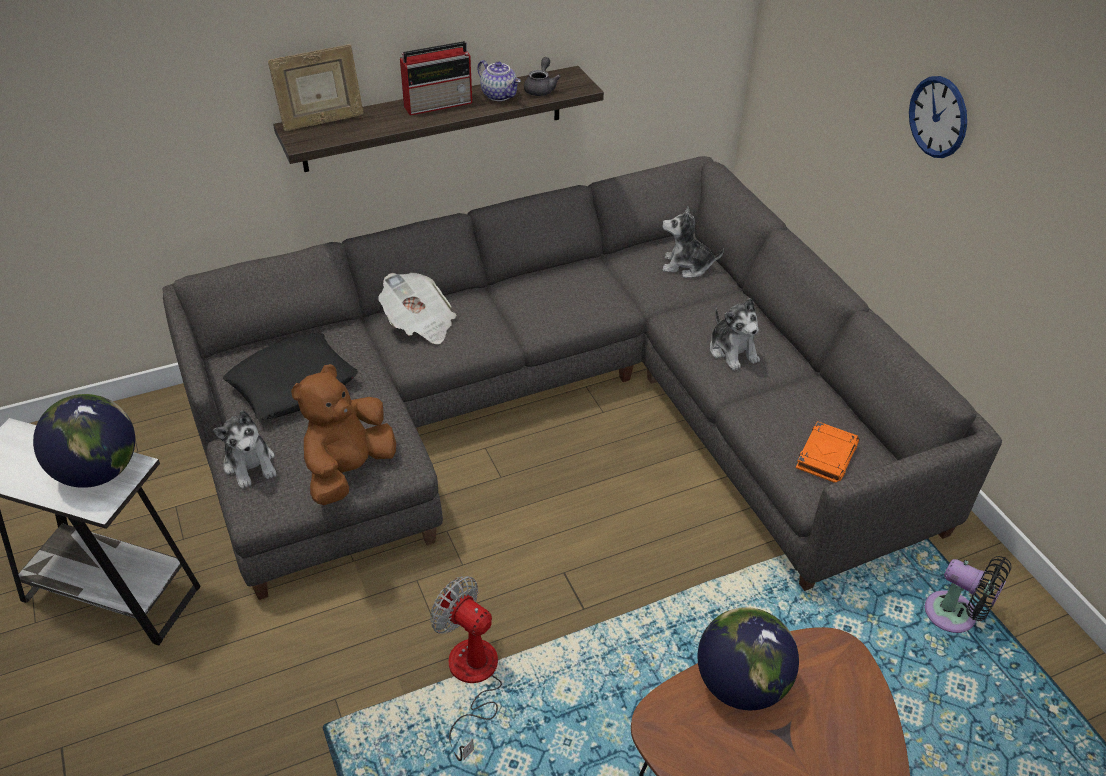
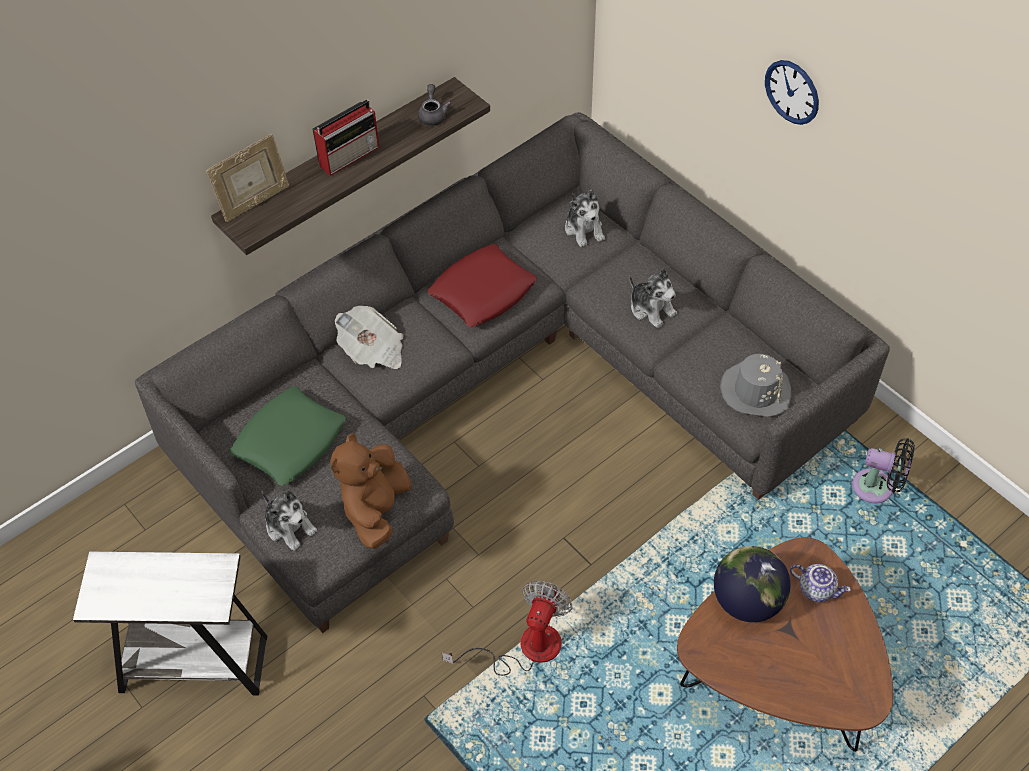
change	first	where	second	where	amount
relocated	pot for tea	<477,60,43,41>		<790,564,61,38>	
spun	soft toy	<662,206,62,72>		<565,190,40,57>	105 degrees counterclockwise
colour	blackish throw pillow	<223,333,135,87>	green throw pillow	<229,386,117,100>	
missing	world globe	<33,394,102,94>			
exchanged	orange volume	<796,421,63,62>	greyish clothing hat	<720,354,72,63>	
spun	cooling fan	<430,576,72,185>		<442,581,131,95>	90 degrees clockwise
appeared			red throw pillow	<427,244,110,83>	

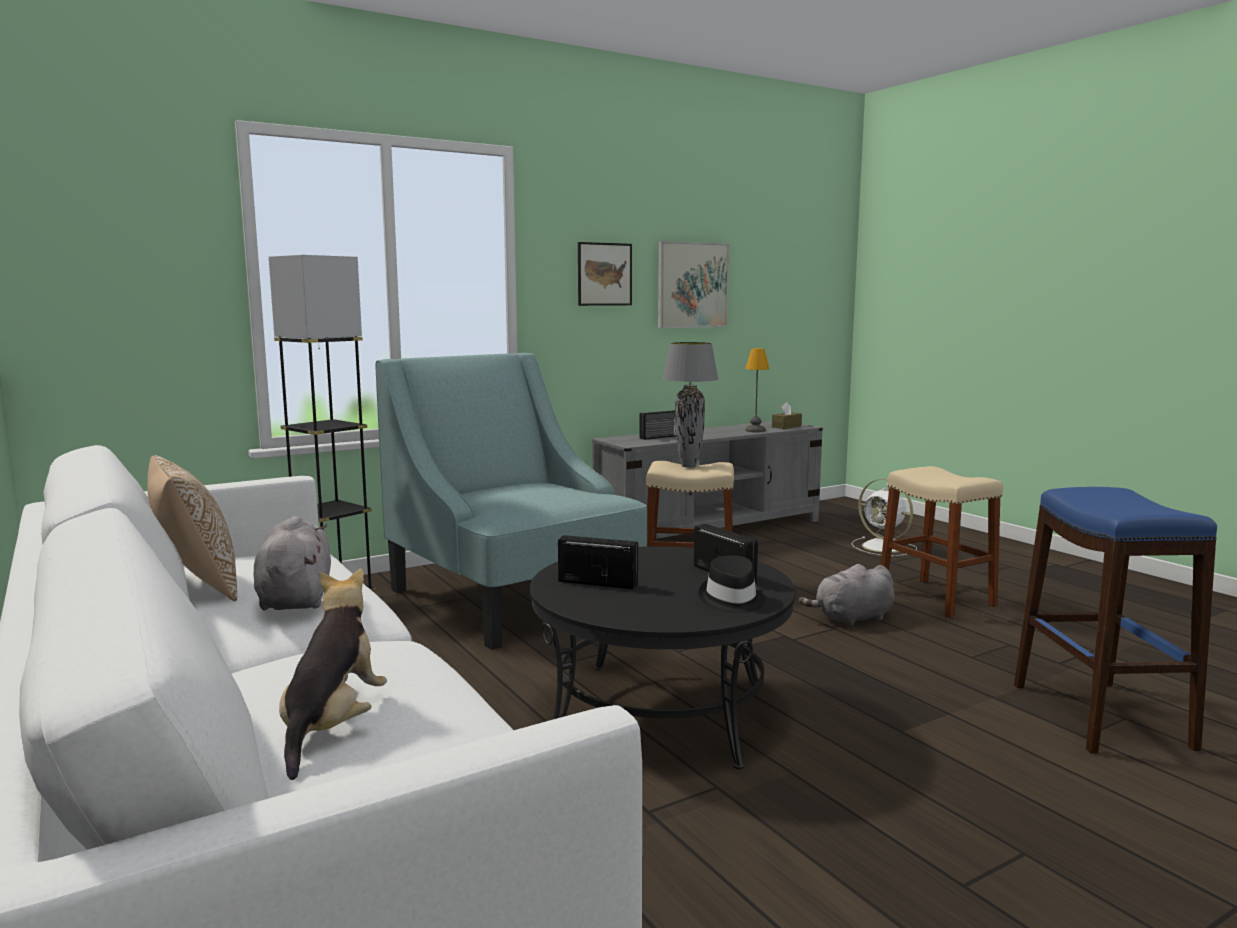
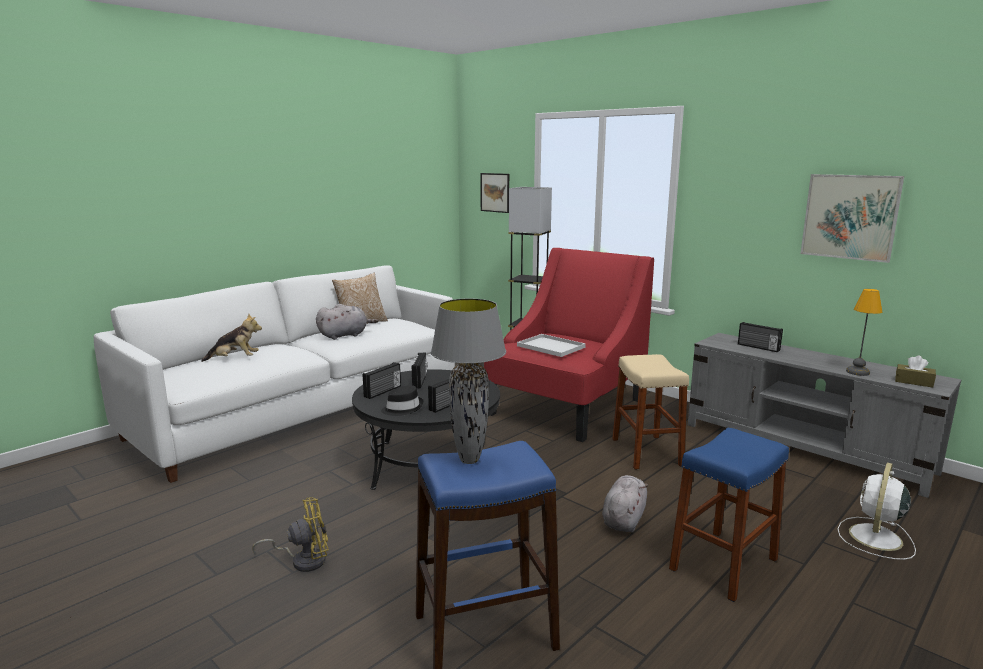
change	first	where	second	where	amount
relocated	wall picture	<578,242,54,64>		<480,173,29,40>	
relocated	greyish table lamp	<662,342,56,126>		<431,299,75,165>	
colour	blue-green lounge chair	<375,353,272,297>	red lounge chair	<484,248,170,194>	
colour	beige stool	<881,466,122,152>	bluish stool	<669,428,120,174>	
spun	greyish soft toy	<799,564,95,63>		<602,475,46,57>	60 degrees clockwise
appeared			white tray	<517,334,69,23>	
appeared			radio set	<363,362,38,37>	
appeared			yellow cooling fan	<252,497,77,75>	

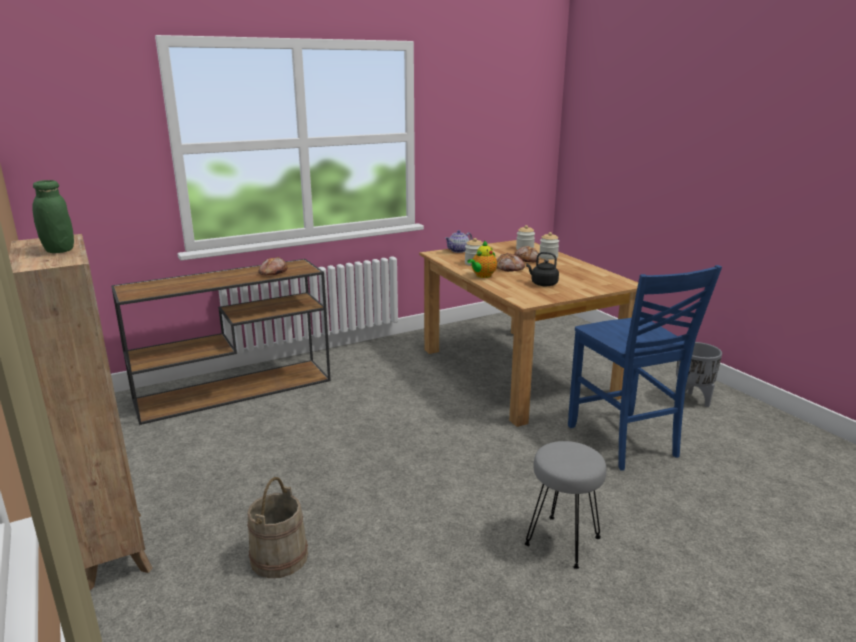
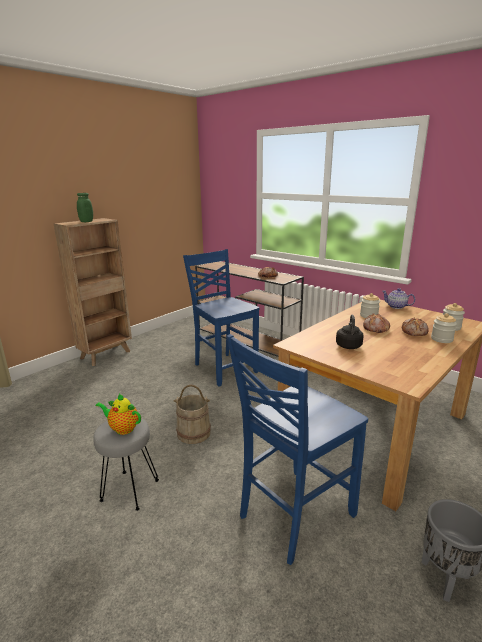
change	first	where	second	where	amount
relocated	pot for tea	<467,240,30,38>		<95,393,46,42>	
relocated	beige pail	<247,477,61,101>		<173,385,38,59>	
appeared			bluish plain chair	<183,249,77,138>	

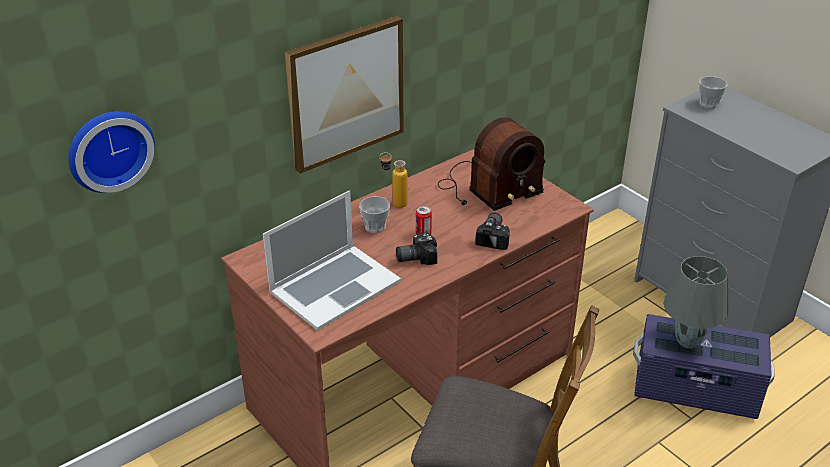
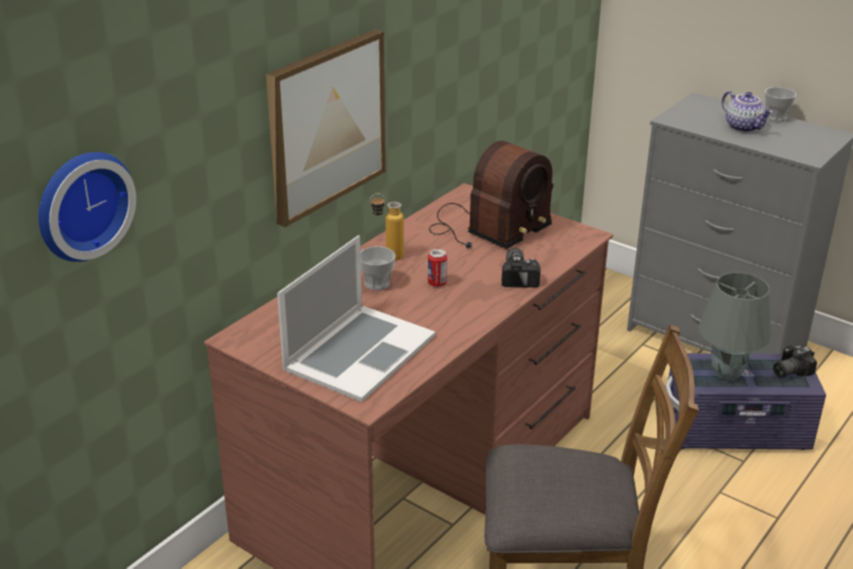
change	first	where	second	where	amount
relocated	cup	<699,76,28,33>		<764,87,33,35>	
relocated	still camera	<396,232,41,33>		<773,344,44,34>	
appeared			pot for tea	<722,91,51,41>	

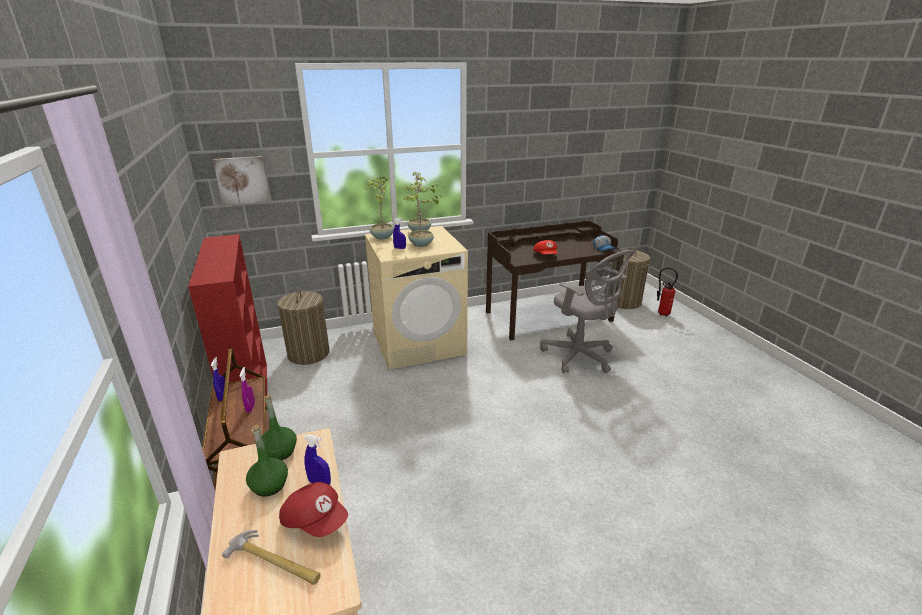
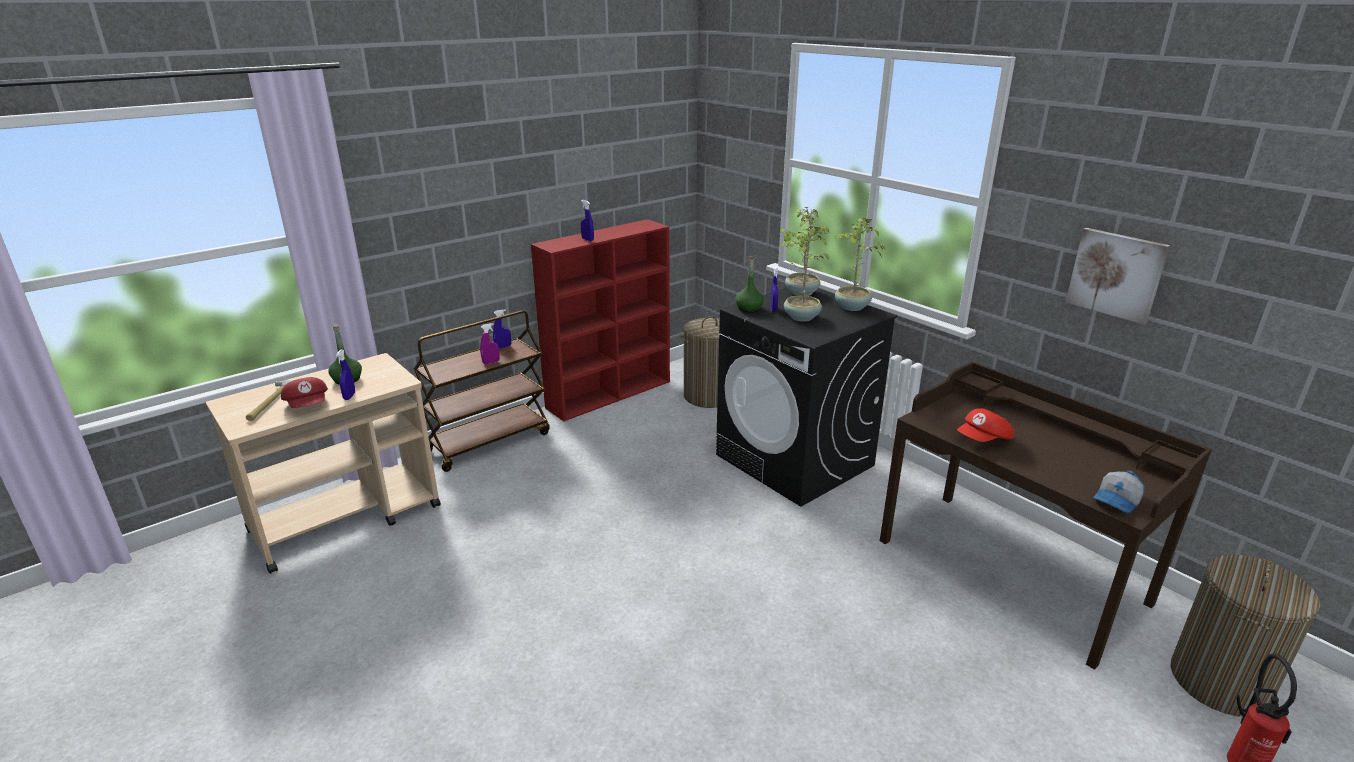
change	first	where	second	where	amount
relocated	wall picture	<213,156,57,49>		<1066,228,104,96>	
colour	beige washing machine	<365,226,103,144>	blackish washing machine	<716,288,181,219>	
missing	greyish office chair	<540,250,95,123>			
relocated	green beverage bottle	<262,395,35,65>		<736,257,28,56>	
spun	red baseball cap	<279,482,69,55>		<281,377,47,31>	45 degrees counterclockwise
appeared			bluish spray bottle	<581,200,13,41>	

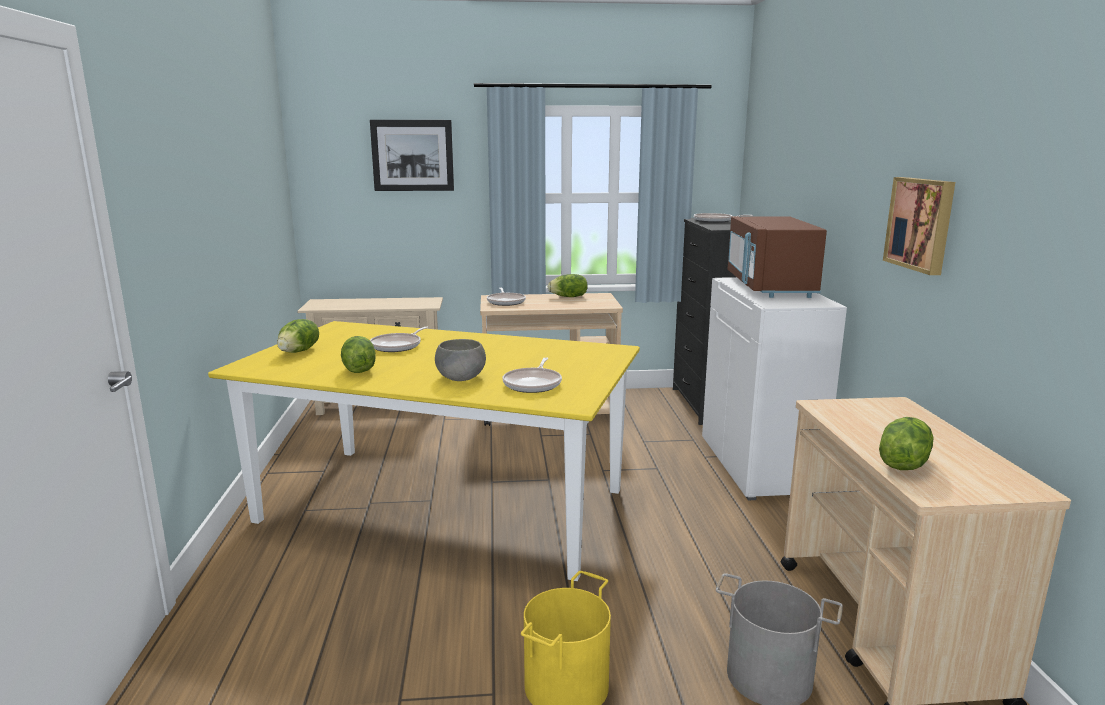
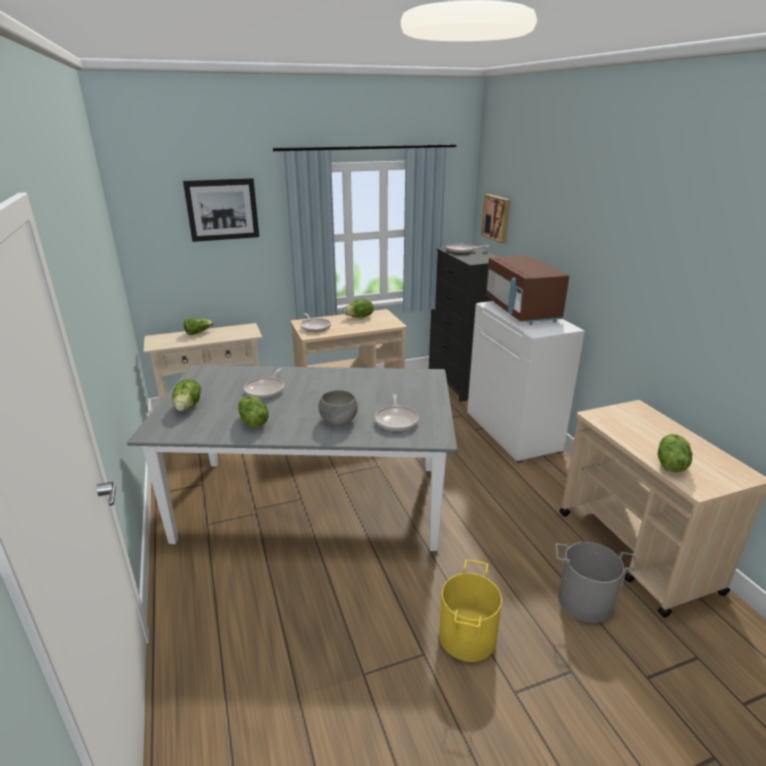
change	first	where	second	where	amount
relocated	wall picture	<883,177,72,98>		<481,194,29,50>	
colour	yellow dining table	<208,321,432,260>	greyish dining table	<127,365,330,186>	
appeared			lettuce head	<184,318,29,17>	

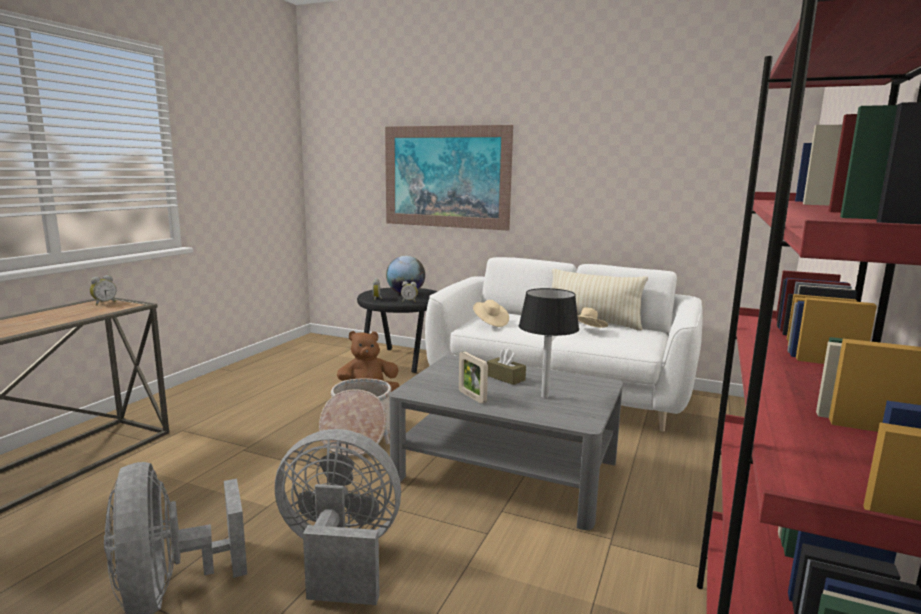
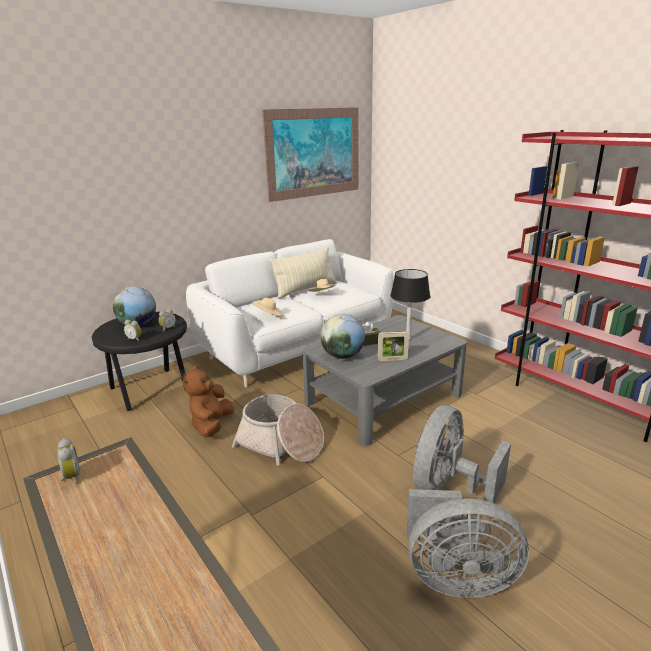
change	first	where	second	where	amount
relocated	wall picture	<385,125,128,106>		<262,107,97,95>	
appeared			world globe	<320,314,45,45>	

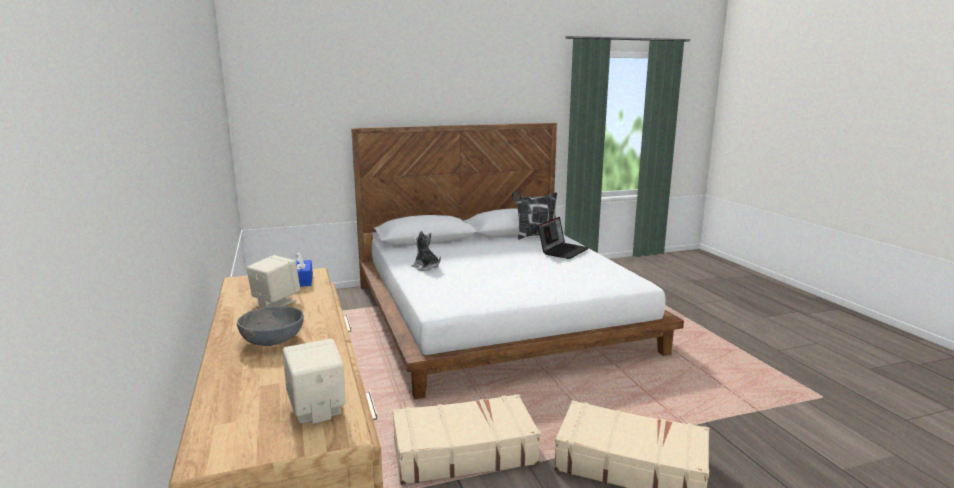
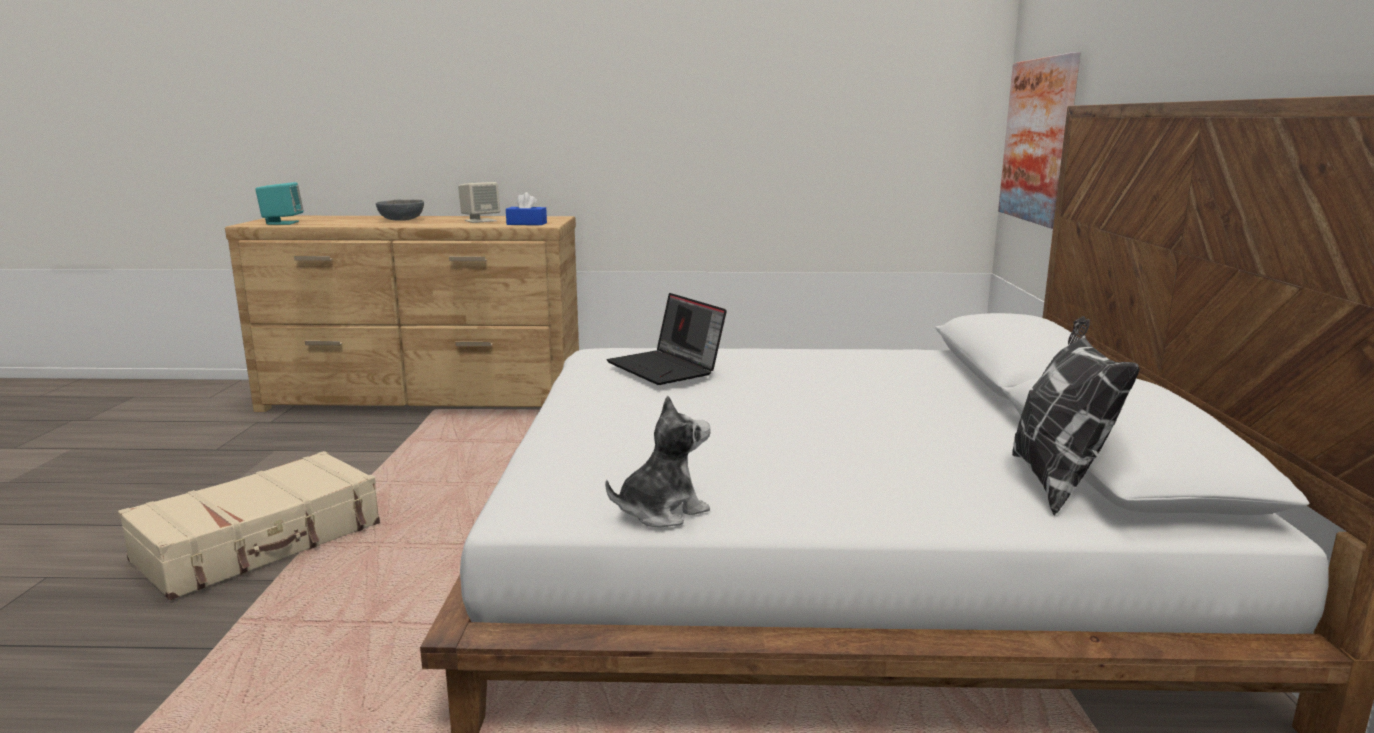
change	first	where	second	where	amount
relocated	laptop	<538,217,51,42>		<607,293,120,92>	
relocated	soft toy	<411,231,30,40>		<605,396,106,131>	
colour	beige loudspeaker	<283,339,63,85>	blue-green loudspeaker	<255,182,49,43>	
missing	beige travel case	<393,394,148,91>			
appeared			wall picture	<998,52,82,177>	

